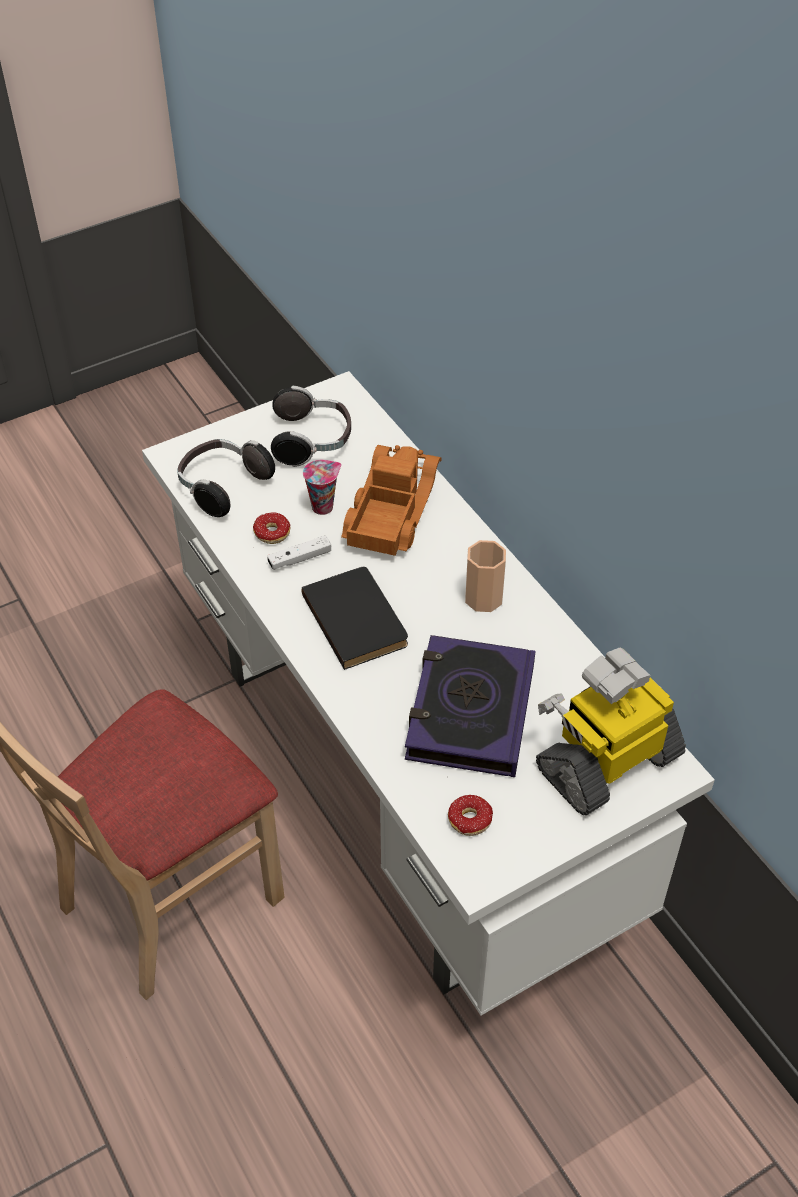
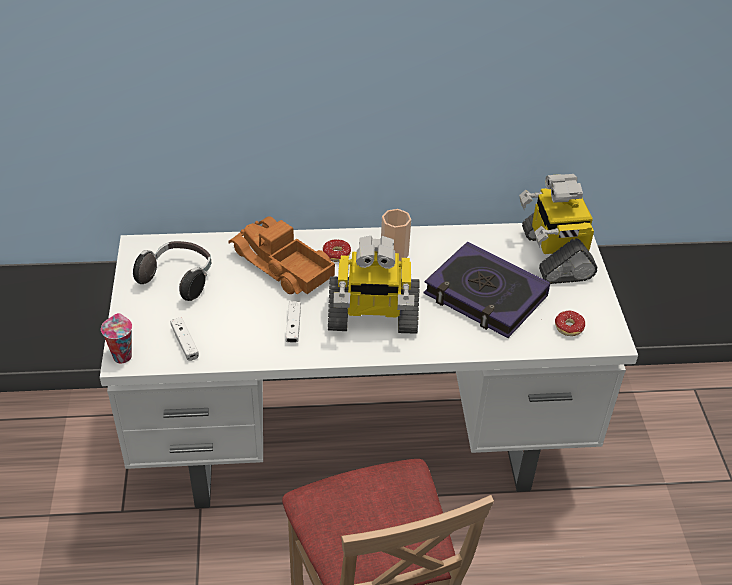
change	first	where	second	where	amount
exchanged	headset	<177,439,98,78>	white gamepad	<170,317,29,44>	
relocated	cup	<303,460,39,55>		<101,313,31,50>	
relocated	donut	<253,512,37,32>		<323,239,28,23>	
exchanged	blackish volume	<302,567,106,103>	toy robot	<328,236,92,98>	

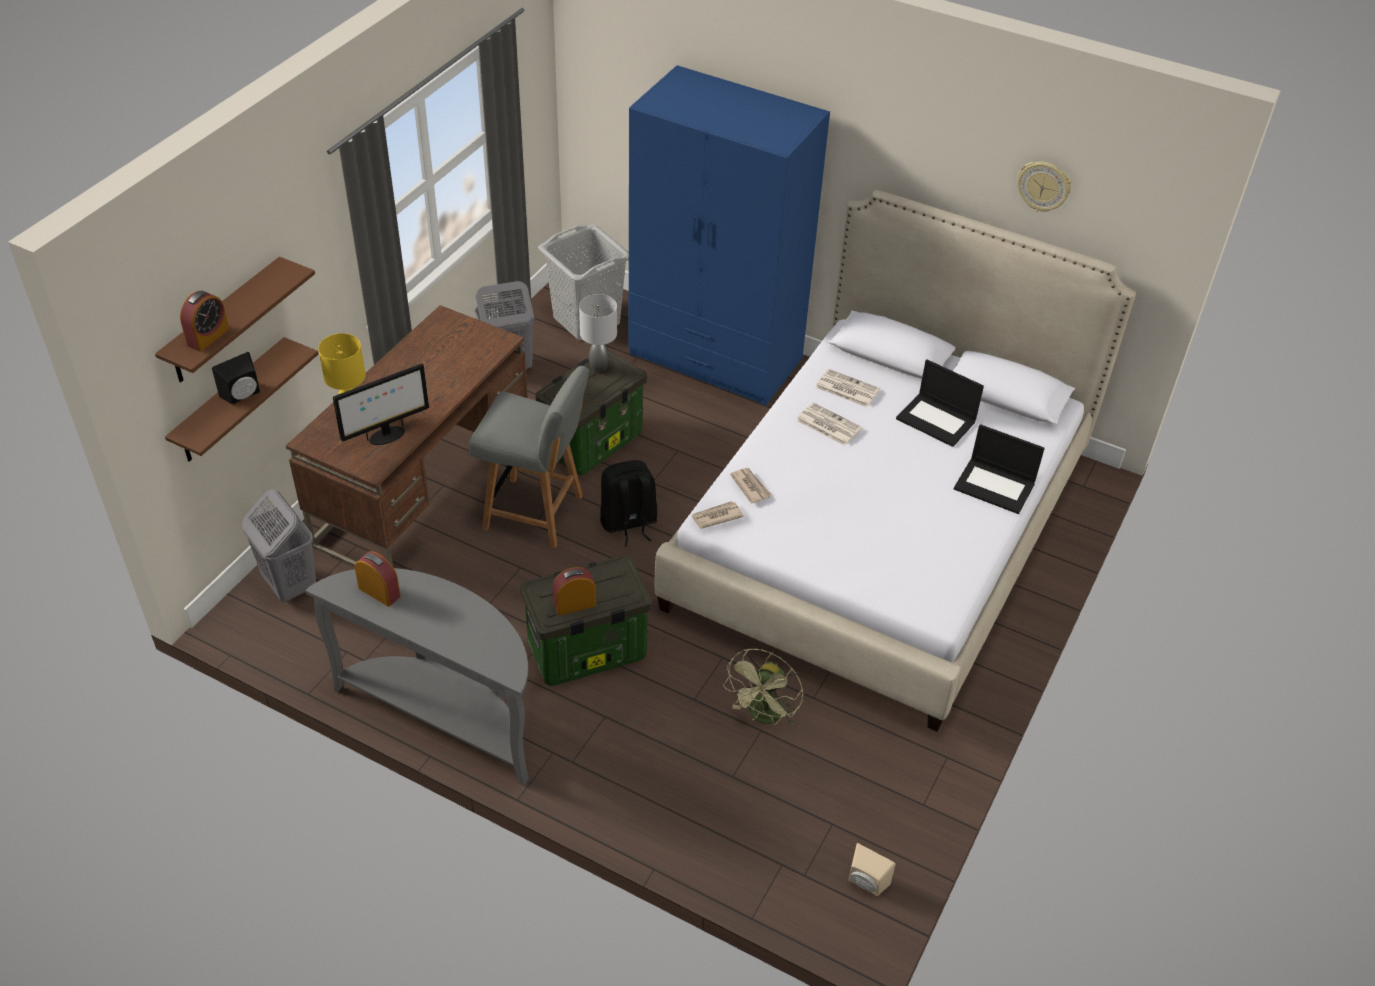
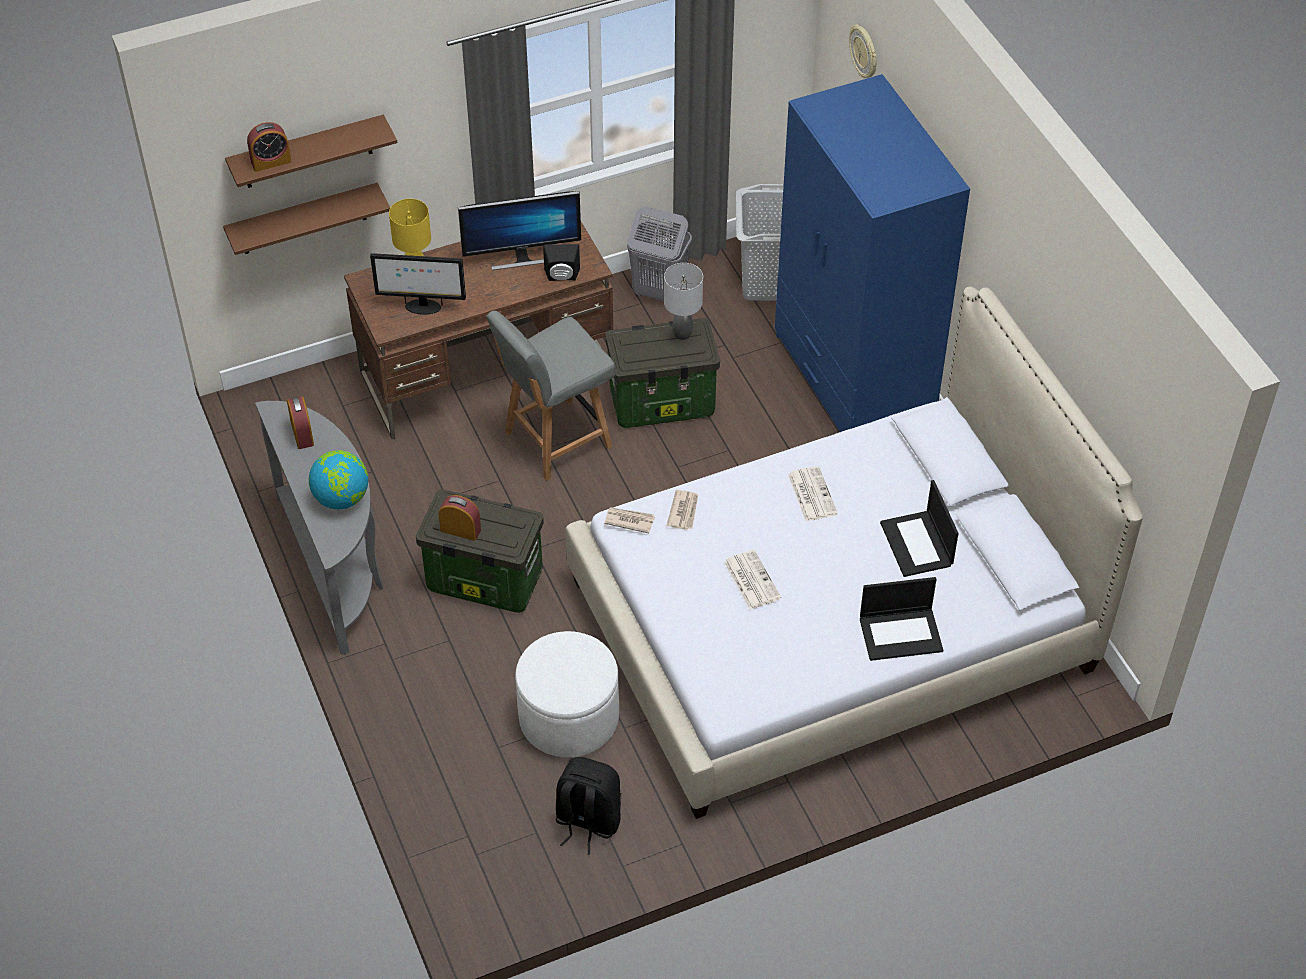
change	first	where	second	where	amount
relocated	hanging clock	<1017,161,54,51>		<849,24,28,54>	
relocated	blackish loudspeaker	<212,352,48,53>		<543,244,37,37>	
spun	greyish plain chair	<469,366,120,182>		<487,311,129,170>	90 degrees clockwise
relocated	printed paper	<815,369,65,38>		<724,550,57,60>	
spun	laptop	<954,424,91,90>		<860,577,83,84>	75 degrees counterclockwise
relocated	blackish rucksack	<600,460,57,87>		<556,757,65,98>	
missing	greyish laundry basket	<242,489,74,113>			
exchanged	green cooling fan	<723,649,80,77>	white footrest	<515,631,104,126>	
missing	beige loudspeaker	<849,843,47,53>			
appeared			monitor	<458,191,123,79>	
appeared			world globe	<309,450,59,60>	

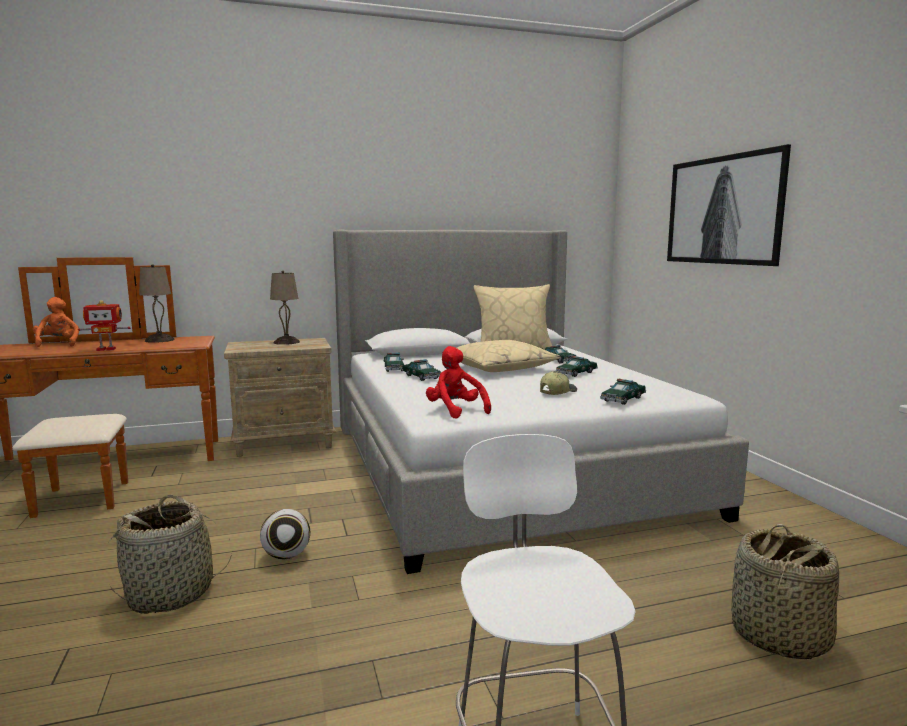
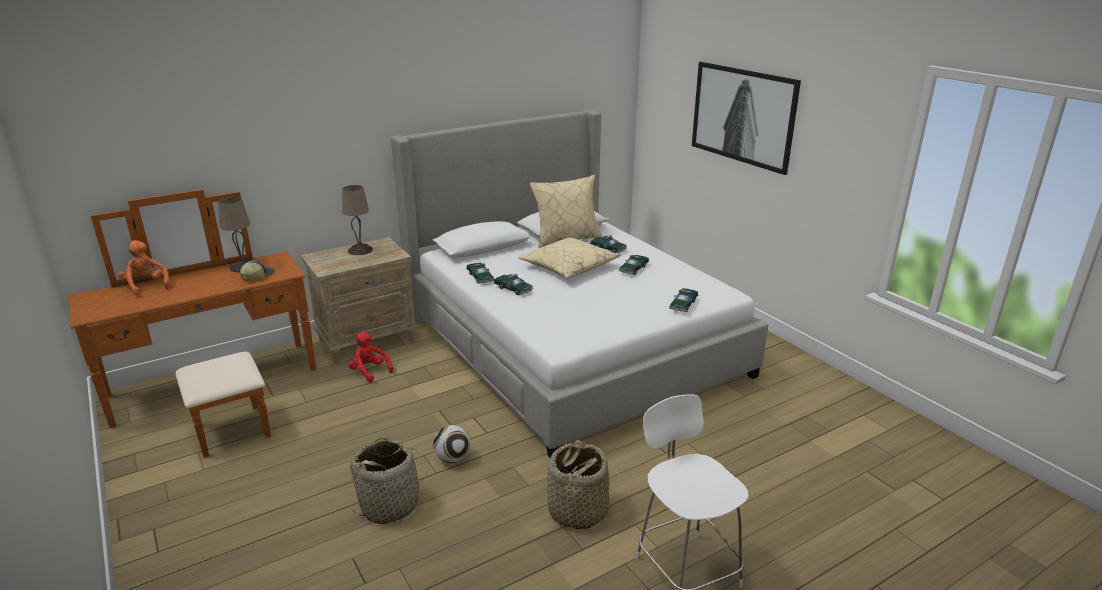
change	first	where	second	where	amount
missing	toy robot	<78,300,53,51>			
relocated	red soft toy	<426,346,65,73>		<348,332,45,50>	
relocated	baseball cap	<540,371,37,24>		<240,260,35,21>	
relocated	household basket	<731,524,108,135>		<547,440,62,90>	

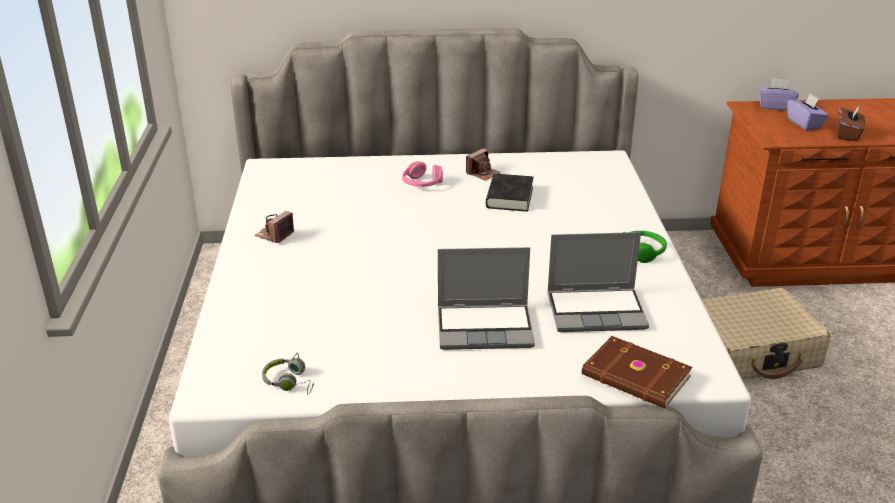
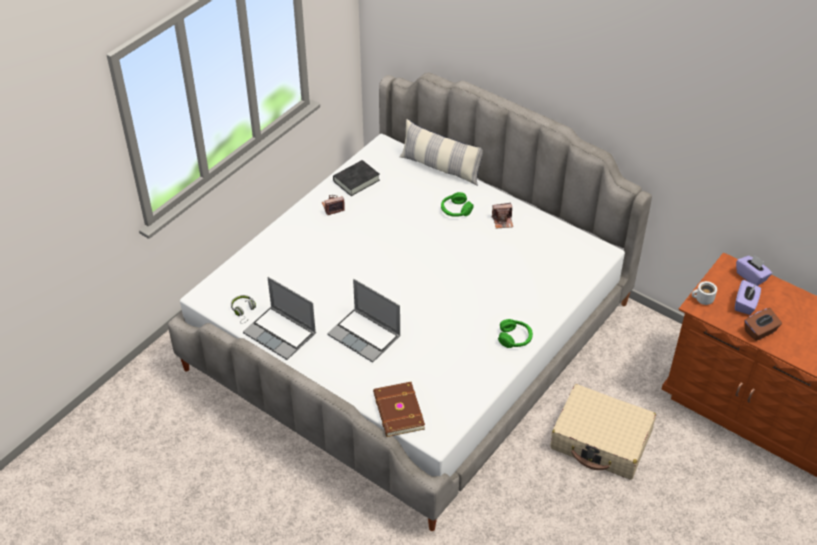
change	first	where	second	where	amount
colour	pink headset	<402,161,41,26>	green headset	<441,192,33,25>	
relocated	blackish volume	<486,174,48,38>		<333,160,47,36>	
relocated	laptop	<547,232,102,100>		<243,277,73,83>	
appeared			throw pillow	<400,119,83,67>	
appeared			white tea mug	<692,281,25,24>	

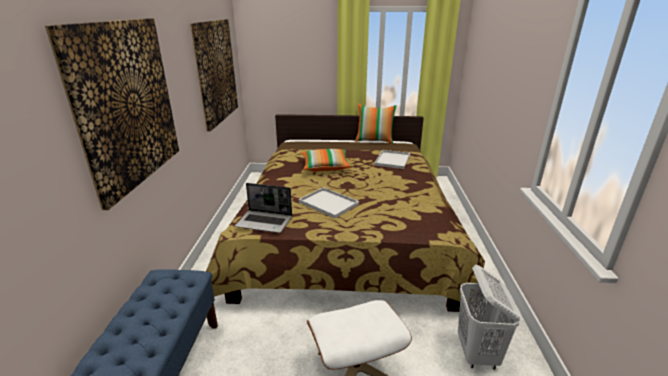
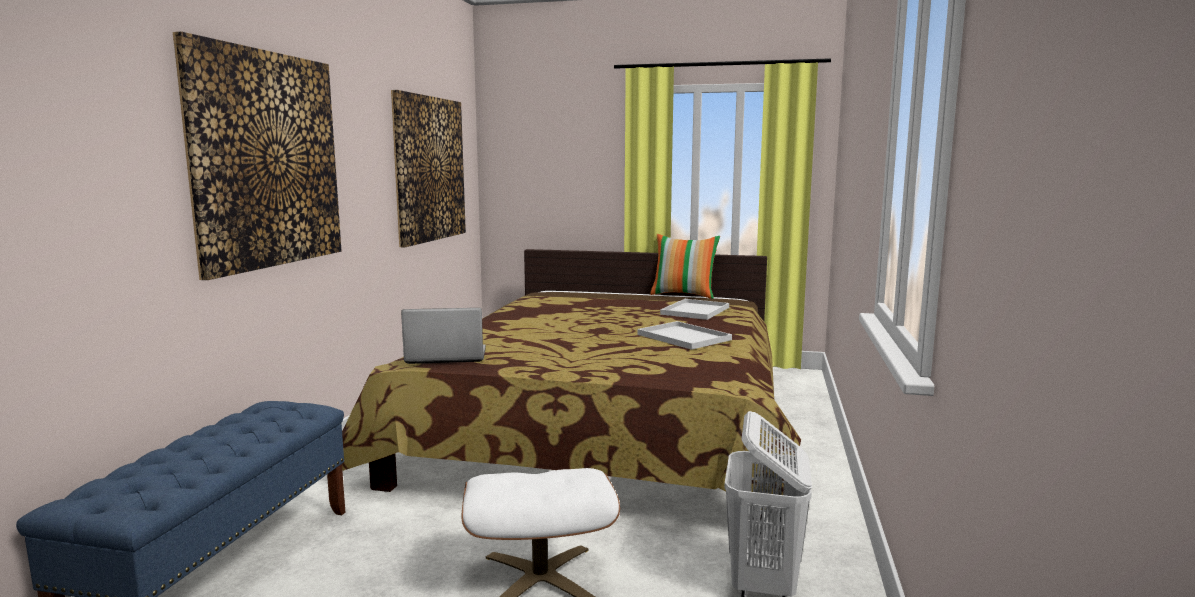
change	first	where	second	where	amount
missing	throw pillow	<301,149,51,23>			
spun	laptop	<235,183,57,50>		<401,308,85,56>	150 degrees clockwise
relocated	white tray	<299,187,60,31>		<637,321,95,29>	

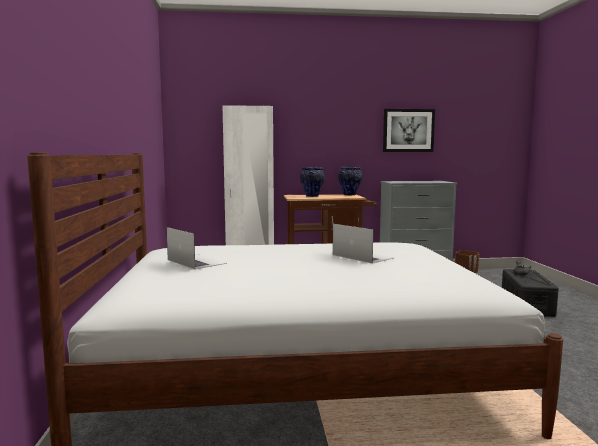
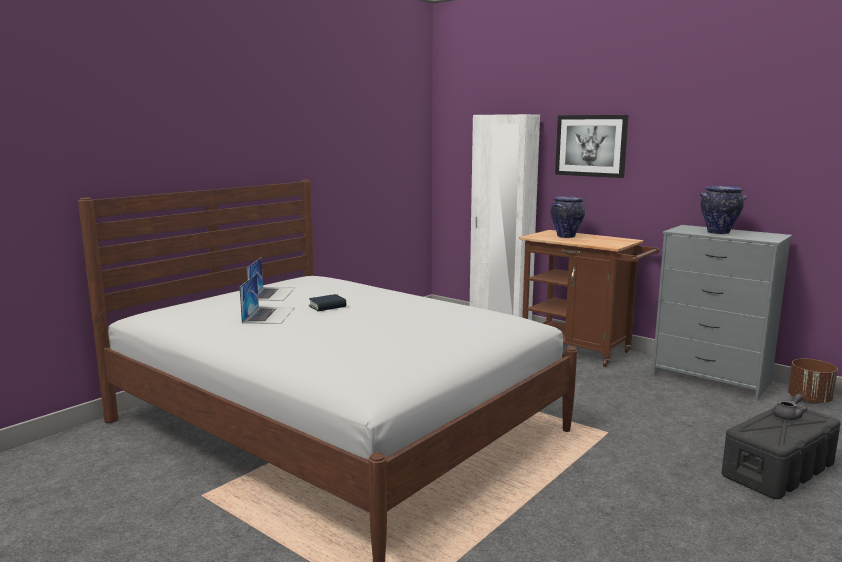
change	first	where	second	where	amount
relocated	wall picture	<383,109,52,43>		<555,115,74,63>	
relocated	decorative vase	<338,167,24,29>		<700,186,47,48>	
relocated	laptop	<333,224,61,40>		<240,274,55,50>	
appeared			volume	<308,294,38,17>	

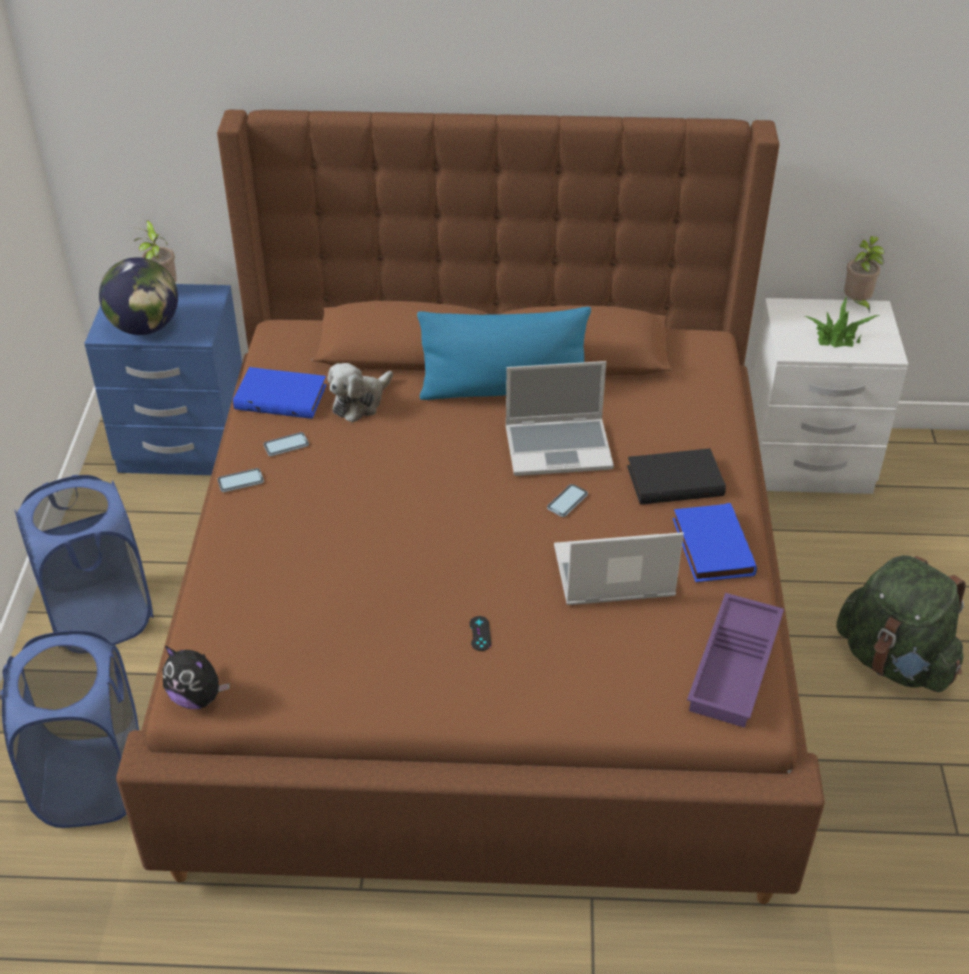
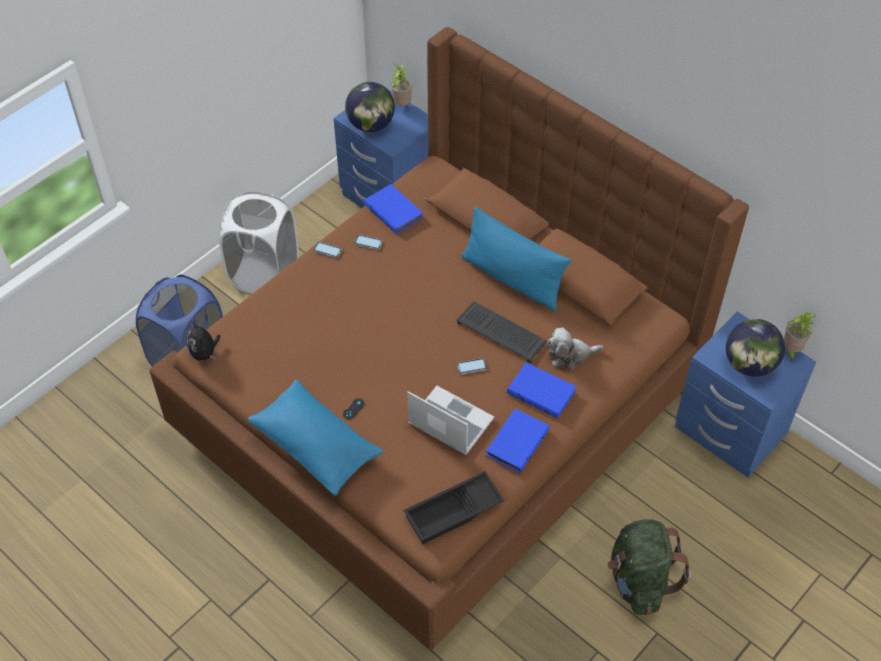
change	first	where	second	where	amount
exchanged	plant in a pot	<805,296,75,51>	world globe	<726,319,59,58>	
colour	white bedside table	<750,298,159,196>	bluish bedside table	<675,311,141,167>	
exchanged	laptop	<506,361,108,115>	PC keyboard	<456,301,91,62>	
relocated	soft toy	<328,363,65,59>		<547,327,56,43>	
colour	blackish volume	<627,448,99,56>	bluish volume	<507,362,69,56>	
colour	bluish laundry basket	<14,475,139,170>	white laundry basket	<219,191,79,103>	
colour	purple-coloured tray	<687,593,97,135>	blackish tray	<403,471,102,73>	
appeared			bluish throw pillow	<247,379,137,117>	

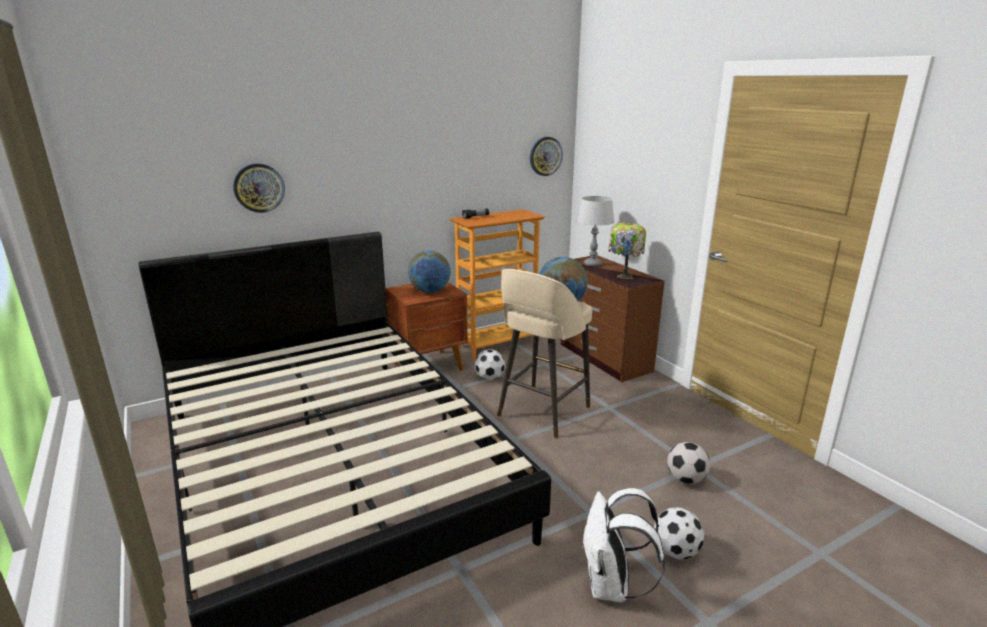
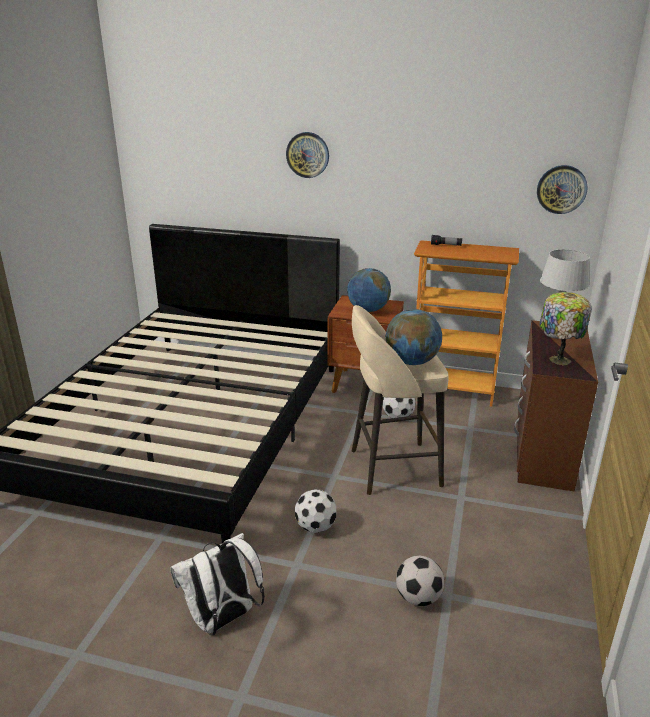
change	first	where	second	where	amount
relocated	hanging clock	<233,163,52,50>		<286,132,43,46>	
relocated	football ball	<654,507,50,53>		<295,489,41,44>	

